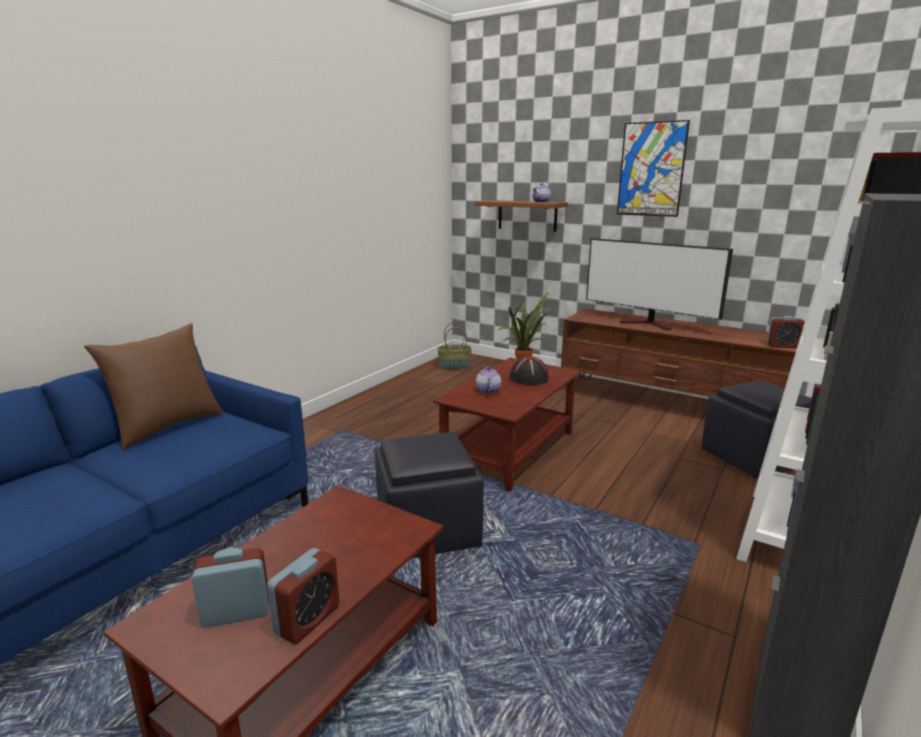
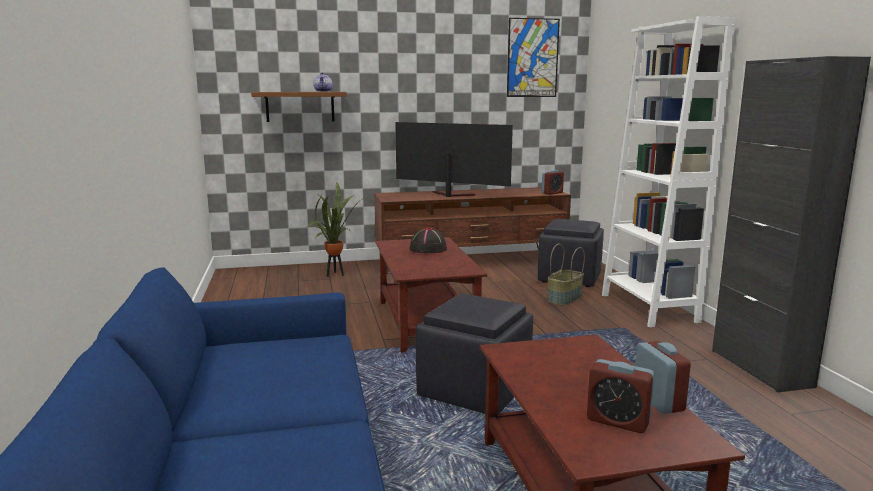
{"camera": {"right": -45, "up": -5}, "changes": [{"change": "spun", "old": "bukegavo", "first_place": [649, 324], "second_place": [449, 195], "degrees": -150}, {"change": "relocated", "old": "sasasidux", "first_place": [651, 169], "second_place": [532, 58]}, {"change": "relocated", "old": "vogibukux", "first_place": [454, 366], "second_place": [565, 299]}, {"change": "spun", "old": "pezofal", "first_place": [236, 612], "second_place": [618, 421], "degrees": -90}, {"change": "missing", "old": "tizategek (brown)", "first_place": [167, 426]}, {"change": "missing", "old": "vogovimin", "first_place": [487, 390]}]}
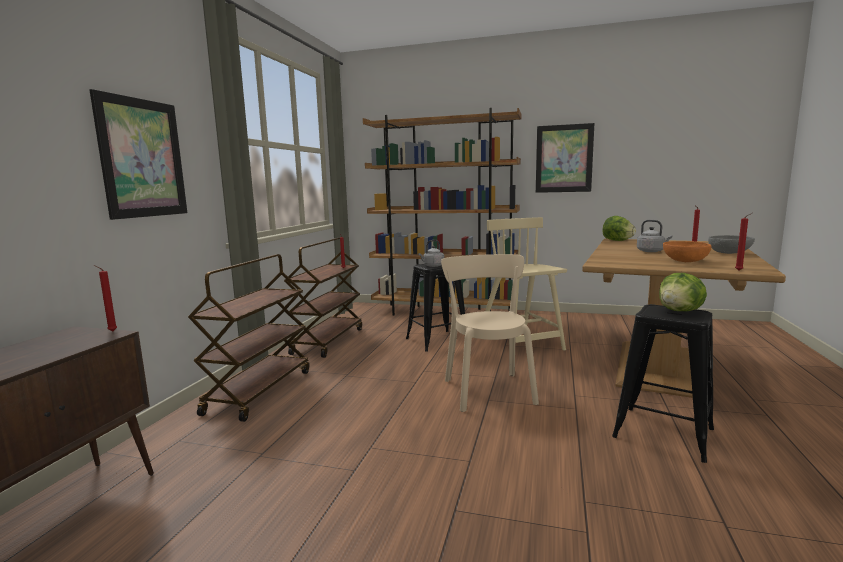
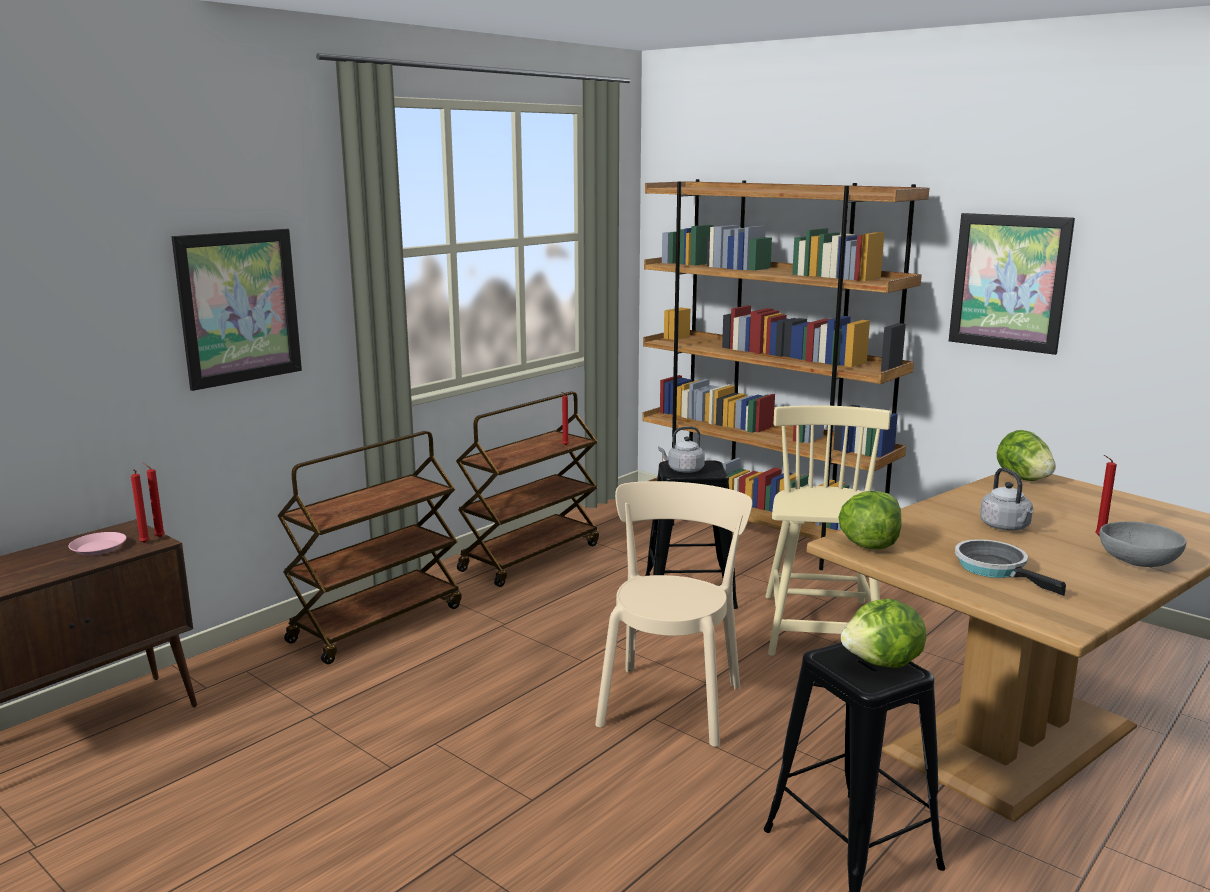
{"camera": {"right": 25, "up": 5}, "changes": [{"change": "appeared", "new": "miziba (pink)", "second_place": [98, 548]}, {"change": "relocated", "old": "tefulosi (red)", "first_place": [740, 270], "second_place": [144, 543]}, {"change": "appeared", "new": "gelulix", "second_place": [868, 545]}, {"change": "exchanged", "old": "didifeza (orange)", "new": "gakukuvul", "first_place": [684, 261], "second_place": [995, 569]}]}
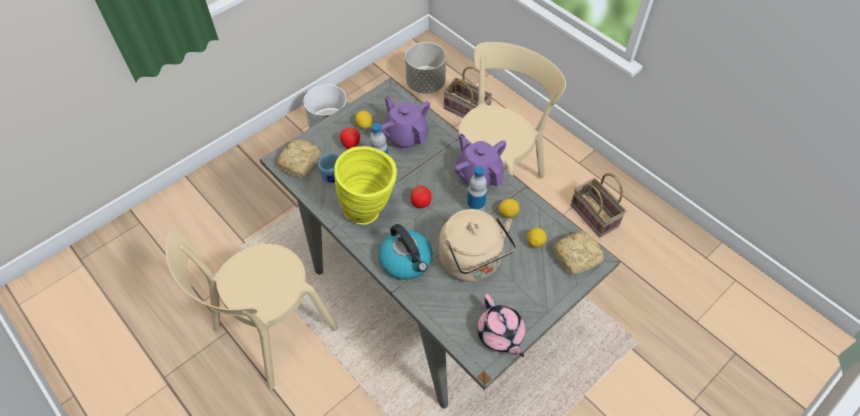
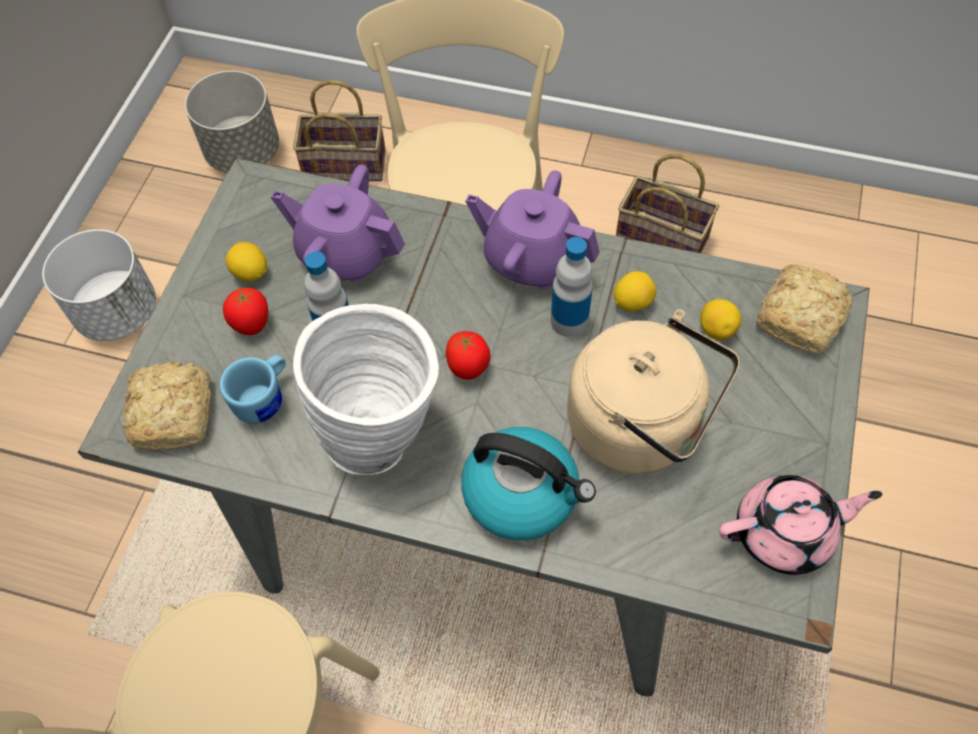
{"camera": {"right": -30, "up": 5}, "changes": [{"change": "colour", "old": "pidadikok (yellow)", "new": "pidadikok (white)", "first_place": [370, 211], "second_place": [384, 435]}, {"change": "spun", "old": "vogovimin (pink)", "first_place": [500, 334], "second_place": [785, 533], "degrees": -45}]}
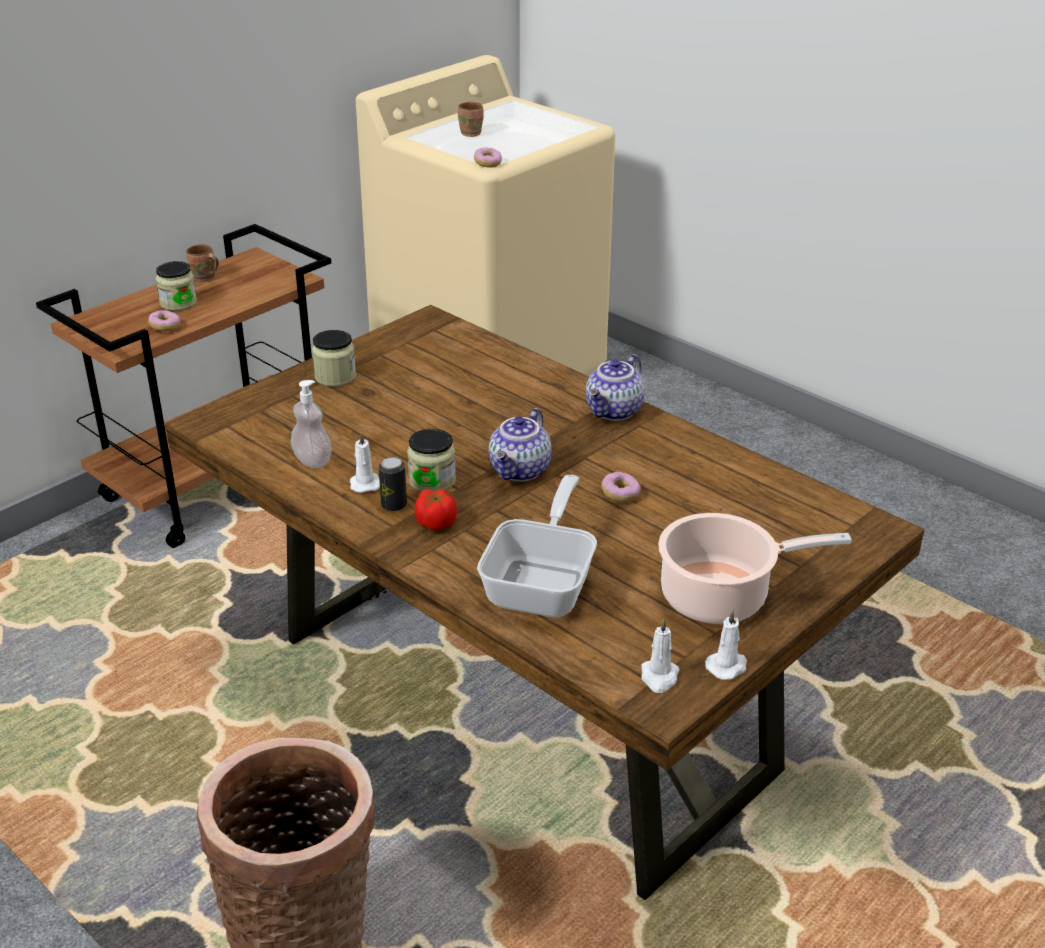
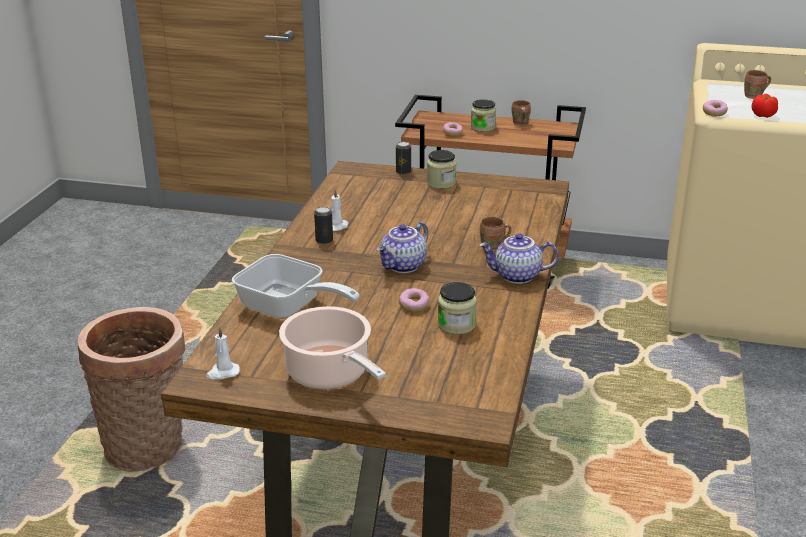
{"camera": {"right": 60, "up": -5}, "changes": [{"change": "spun", "old": "gakukuvul", "first_place": [544, 583], "second_place": [288, 308], "degrees": 45}, {"change": "spun", "old": "vogovimin", "first_place": [521, 471], "second_place": [404, 266], "degrees": -45}, {"change": "appeared", "new": "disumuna", "second_place": [403, 172]}, {"change": "relocated", "old": "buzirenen", "first_place": [432, 481], "second_place": [456, 325]}, {"change": "appeared", "new": "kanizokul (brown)", "second_place": [493, 248]}, {"change": "relocated", "old": "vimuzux", "first_place": [436, 523], "second_place": [763, 115]}, {"change": "missing", "old": "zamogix", "first_place": [312, 460]}, {"change": "missing", "old": "tefulosi (white)", "first_place": [727, 666]}]}
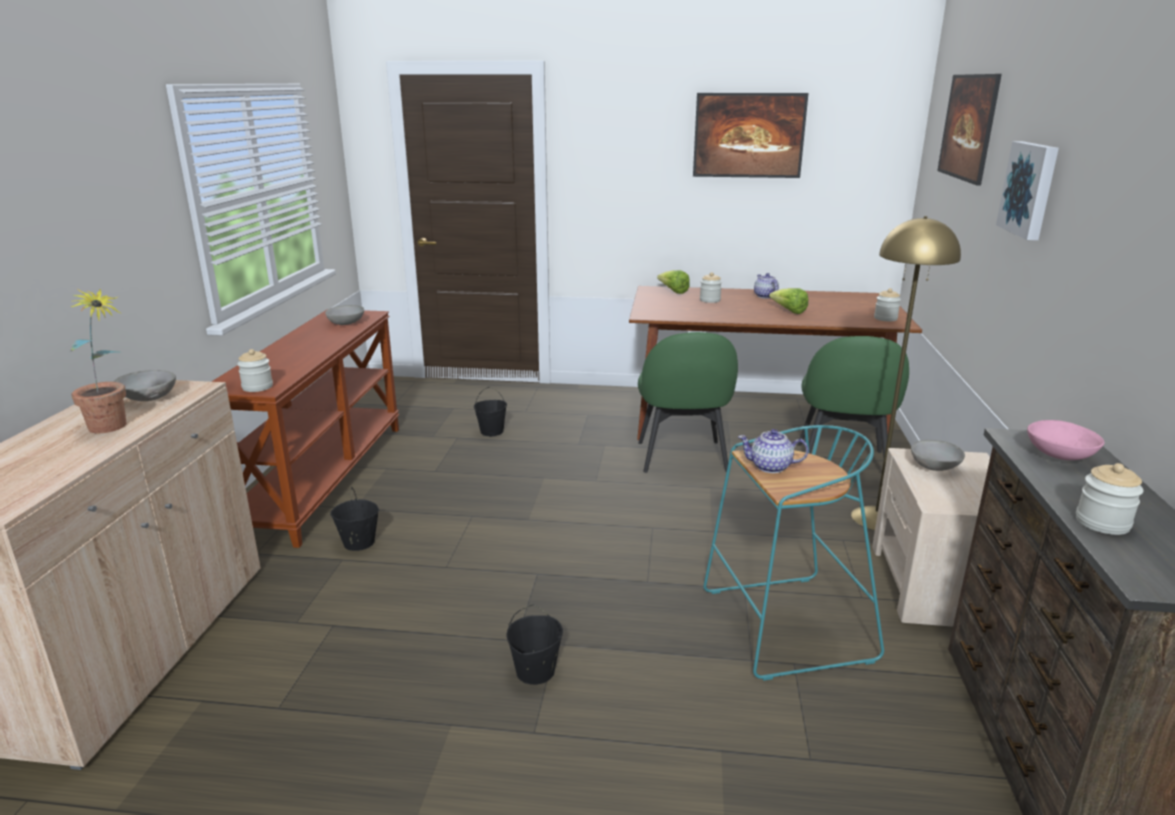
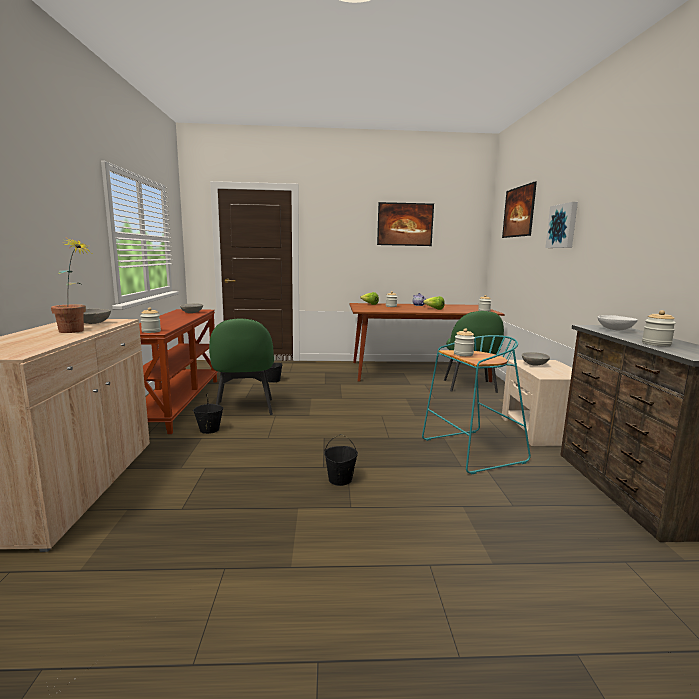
{"camera": {"right": -10, "up": -10}, "changes": [{"change": "relocated", "old": "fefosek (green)", "first_place": [682, 458], "second_place": [244, 409]}, {"change": "exchanged", "old": "vogovimin", "new": "buzirenen", "first_place": [771, 467], "second_place": [463, 354]}, {"change": "colour", "old": "didifeza (pink)", "new": "didifeza (white)", "first_place": [1058, 455], "second_place": [614, 330]}, {"change": "missing", "old": "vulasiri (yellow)", "first_place": [876, 518]}]}
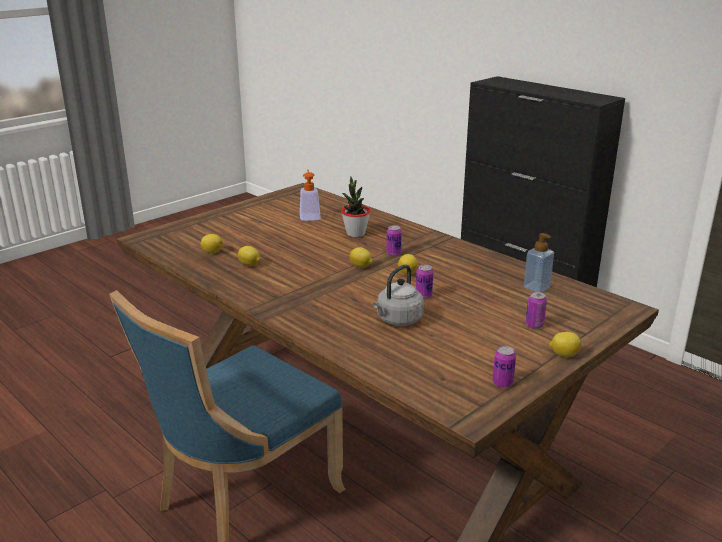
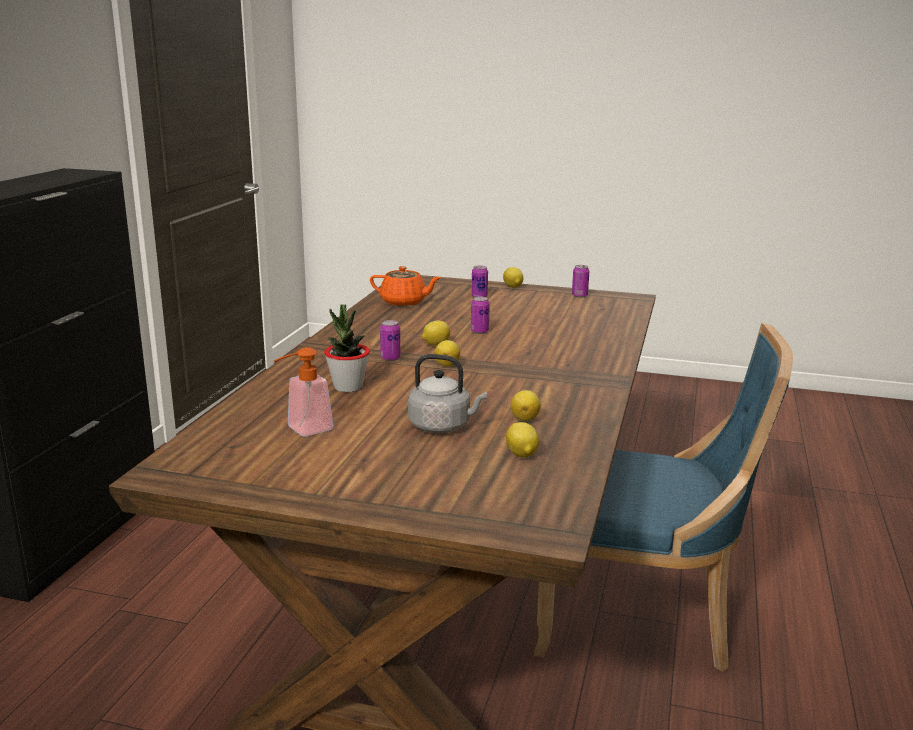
{"camera": {"right": -120, "up": -5}, "changes": [{"change": "exchanged", "old": "zamogix", "new": "vogovimin (orange)", "first_place": [536, 287], "second_place": [404, 302]}, {"change": "relocated", "old": "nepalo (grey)", "first_place": [398, 320], "second_place": [443, 426]}]}
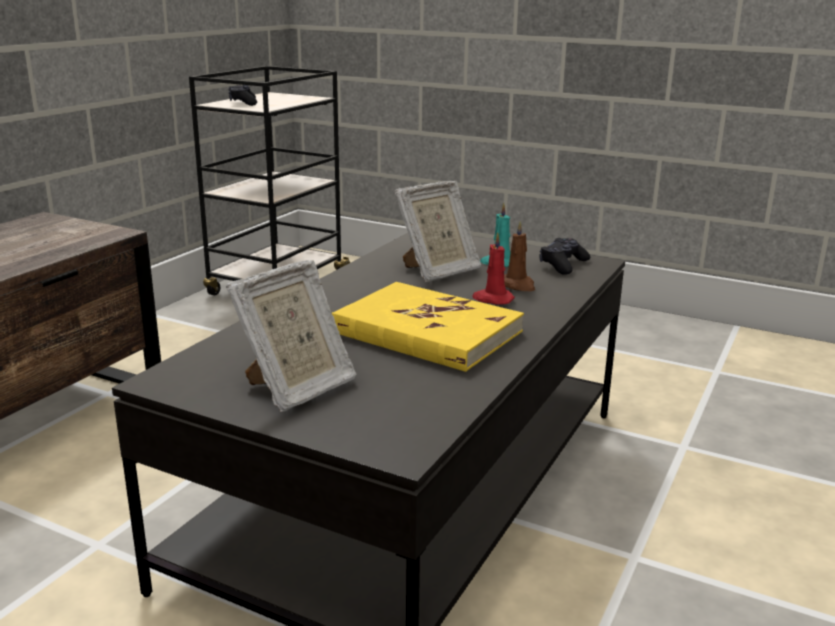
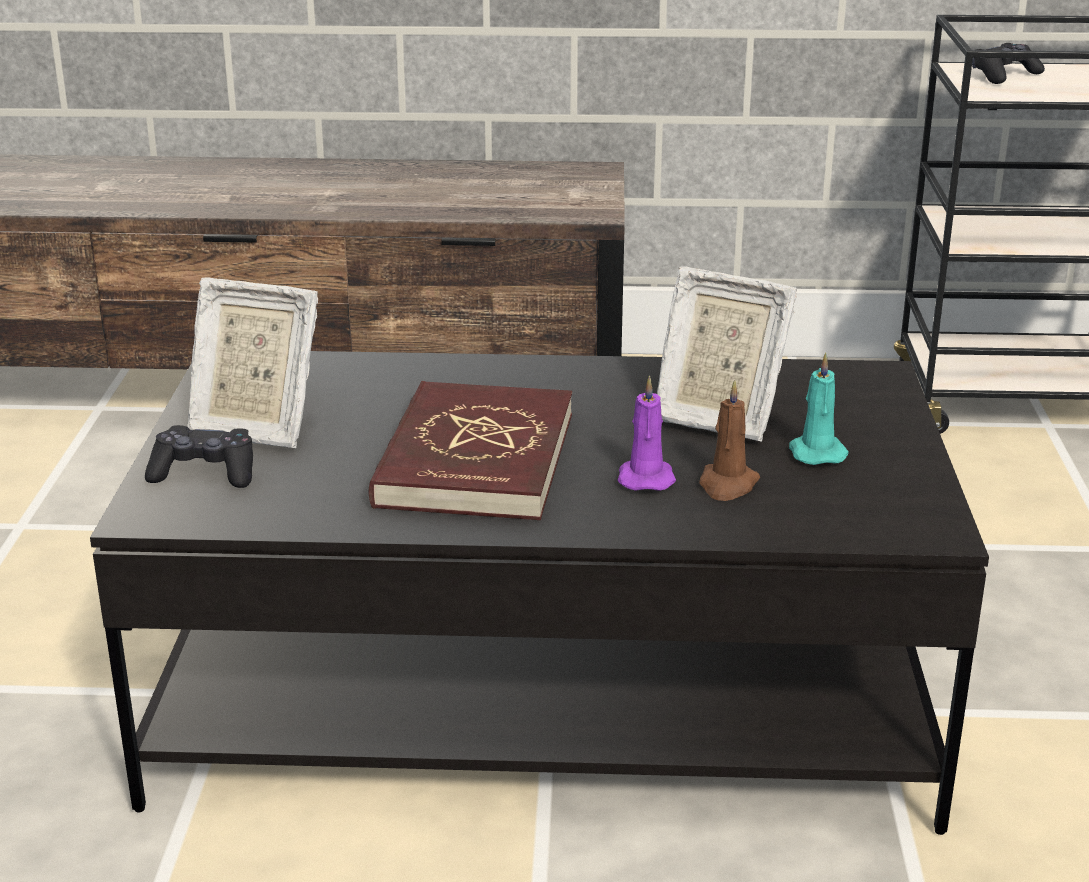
{"camera": {"right": 65, "up": 5}, "changes": [{"change": "relocated", "old": "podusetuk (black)", "first_place": [563, 265], "second_place": [205, 473]}, {"change": "colour", "old": "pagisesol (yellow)", "new": "pagisesol (red)", "first_place": [426, 332], "second_place": [475, 459]}, {"change": "colour", "old": "tefulosi (red)", "new": "tefulosi (purple)", "first_place": [492, 299], "second_place": [645, 477]}]}
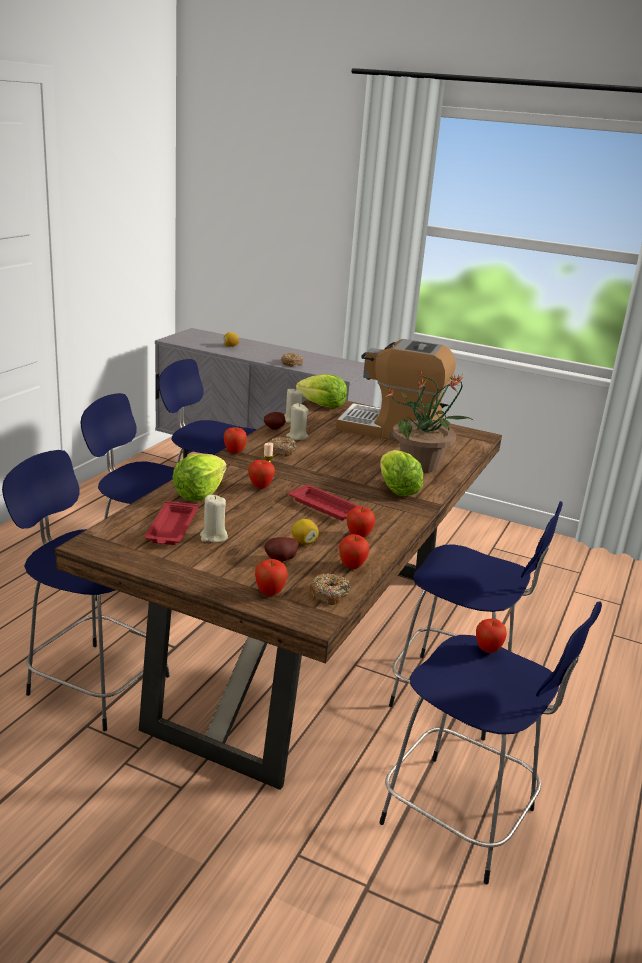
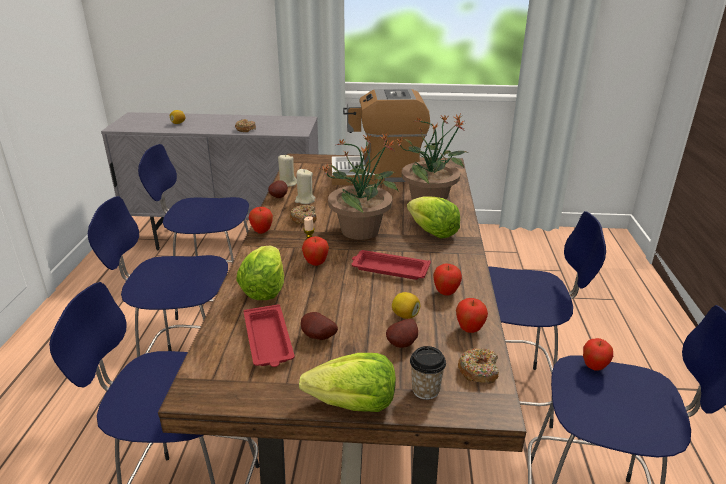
{"camera": {"right": -20, "up": 5}, "changes": [{"change": "relocated", "old": "gelulix", "first_place": [322, 405], "second_place": [353, 404]}, {"change": "exchanged", "old": "tefulosi (beige)", "new": "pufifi", "first_place": [213, 537], "second_place": [317, 337]}, {"change": "appeared", "new": "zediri", "second_place": [361, 230]}, {"change": "exchanged", "old": "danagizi", "new": "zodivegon", "first_place": [270, 593], "second_place": [425, 390]}]}
